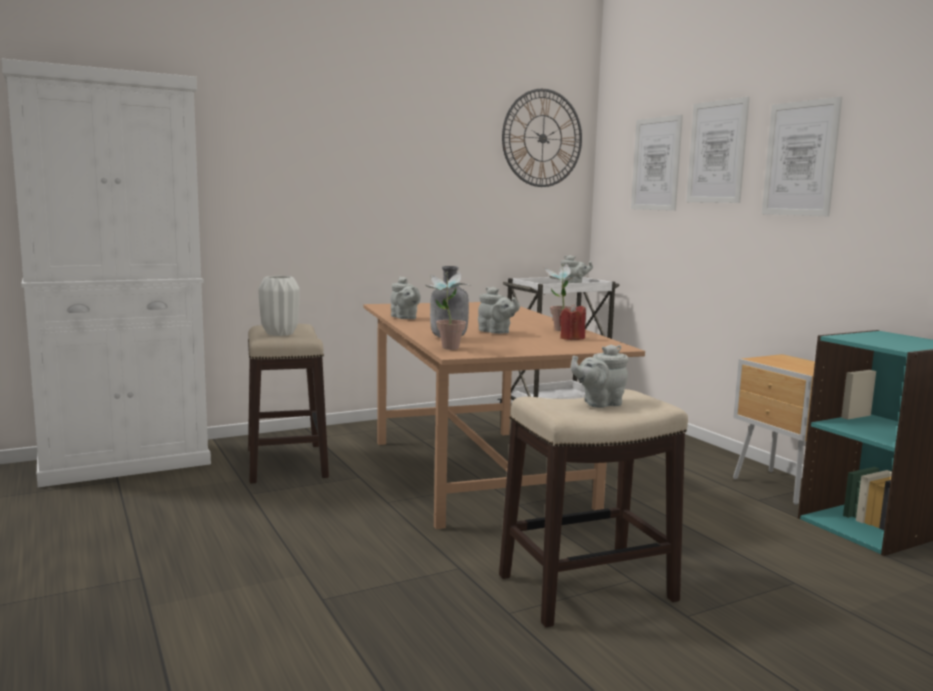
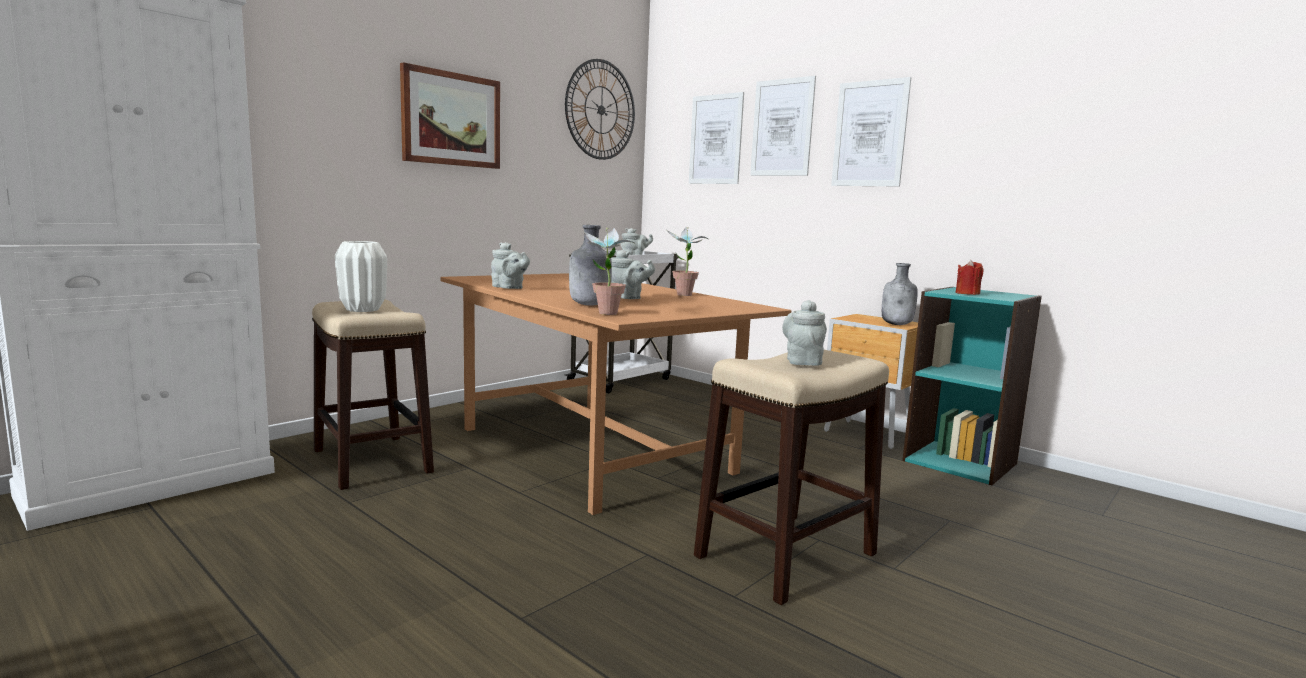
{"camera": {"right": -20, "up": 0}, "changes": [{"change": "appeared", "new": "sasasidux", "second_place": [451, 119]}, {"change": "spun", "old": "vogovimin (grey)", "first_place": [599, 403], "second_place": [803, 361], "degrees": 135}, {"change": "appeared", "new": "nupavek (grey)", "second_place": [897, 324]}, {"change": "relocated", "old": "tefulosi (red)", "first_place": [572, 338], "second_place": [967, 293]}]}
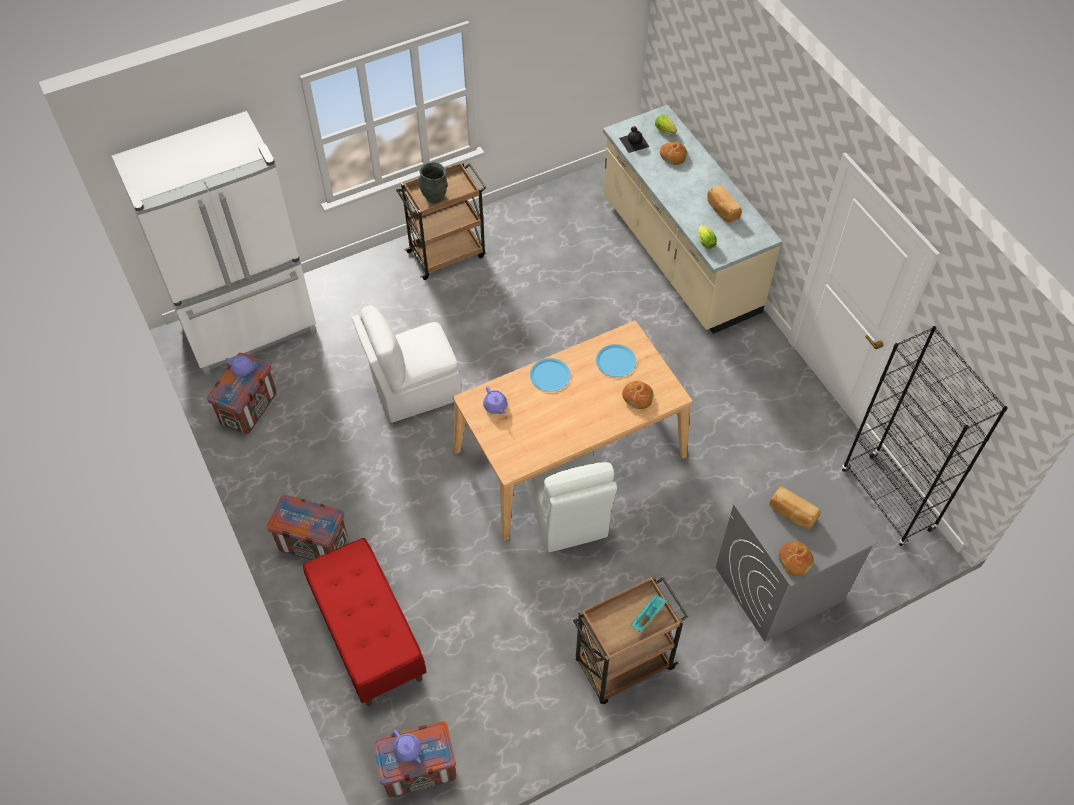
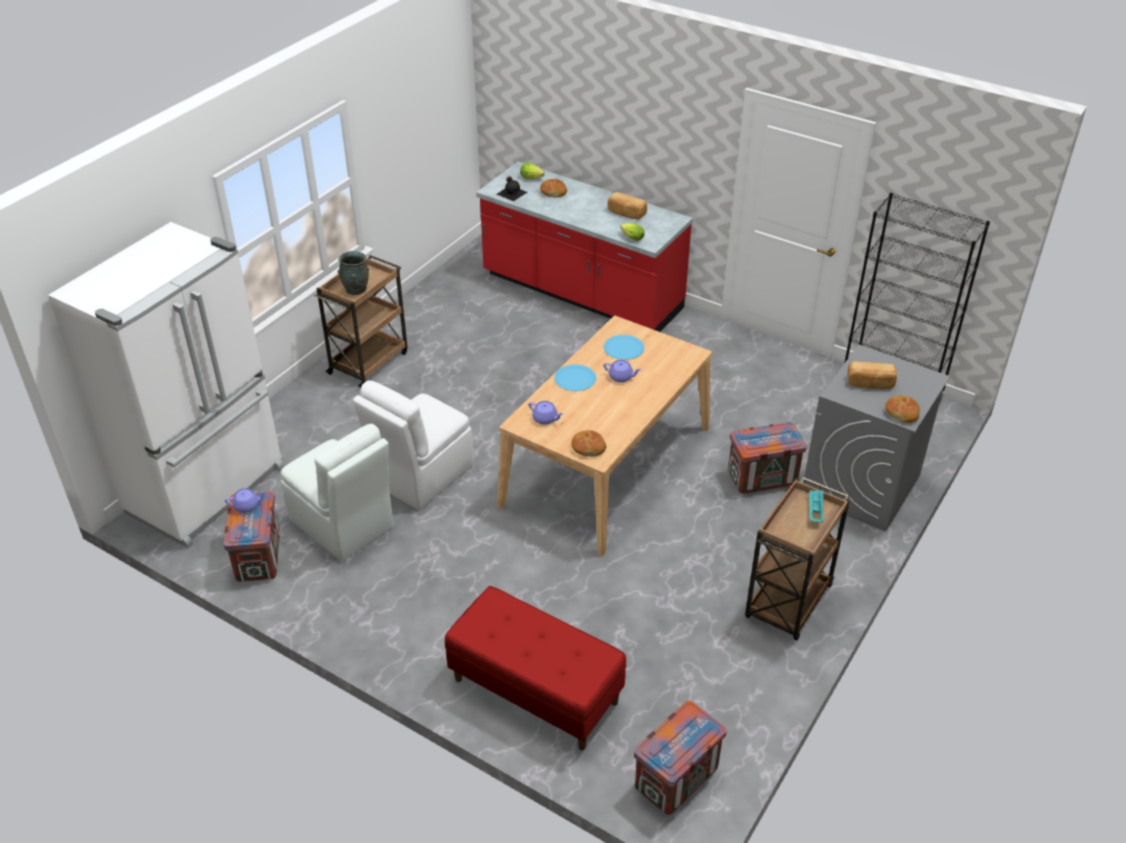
{"camera": {"right": -30, "up": -15}, "changes": [{"change": "relocated", "old": "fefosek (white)", "first_place": [566, 513], "second_place": [342, 524]}, {"change": "colour", "old": "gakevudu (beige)", "new": "gakevudu (red)", "first_place": [678, 256], "second_place": [581, 293]}, {"change": "relocated", "old": "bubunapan", "first_place": [637, 397], "second_place": [588, 447]}, {"change": "relocated", "old": "vogovimin (purple)", "first_place": [408, 750], "second_place": [621, 377]}, {"change": "relocated", "old": "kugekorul", "first_place": [313, 544], "second_place": [761, 478]}]}
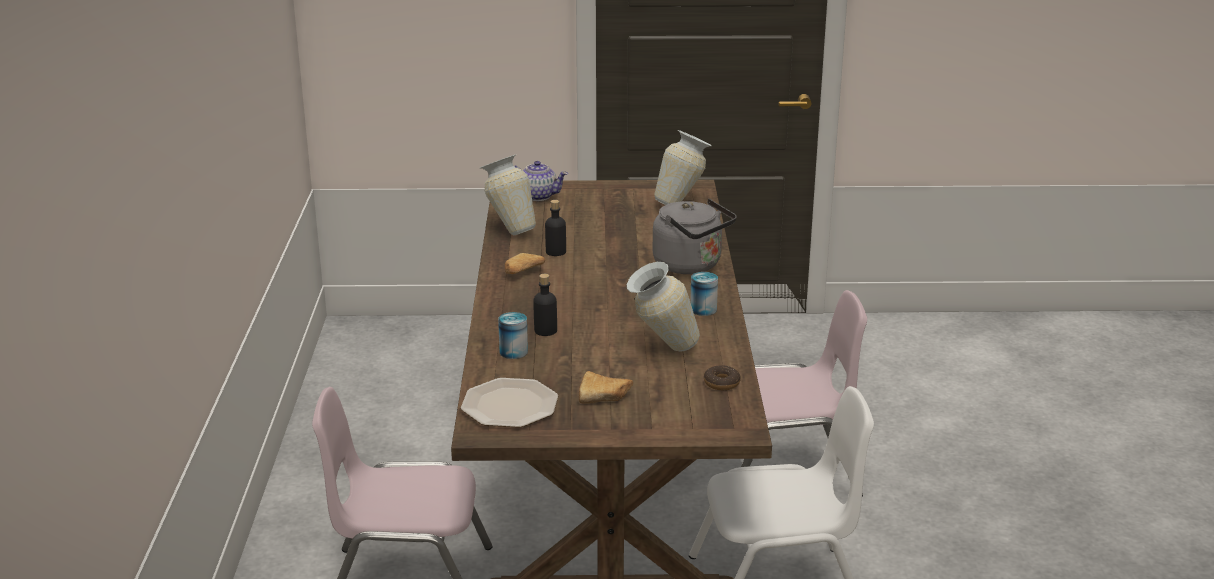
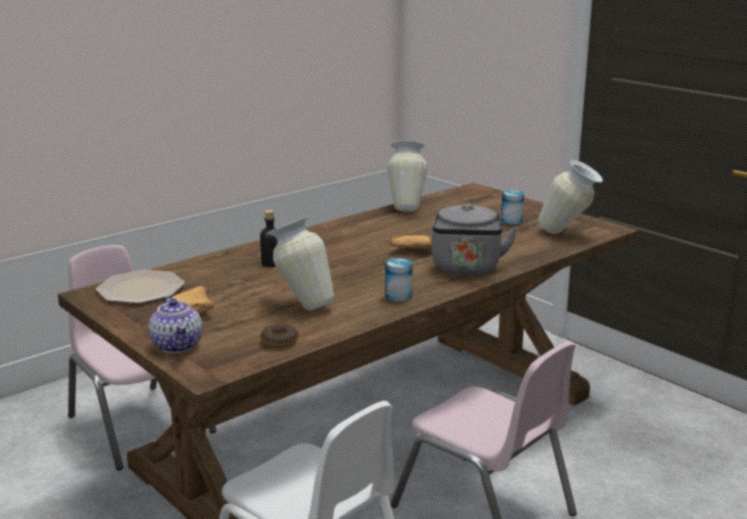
{"camera": {"right": 50, "up": -5}, "changes": [{"change": "relocated", "old": "vogovimin", "first_place": [537, 196], "second_place": [177, 345]}, {"change": "relocated", "old": "bubunapan", "first_place": [520, 273], "second_place": [410, 250]}, {"change": "relocated", "old": "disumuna", "first_place": [513, 352], "second_place": [511, 220]}, {"change": "missing", "old": "nupavek (black)", "first_place": [555, 252]}]}
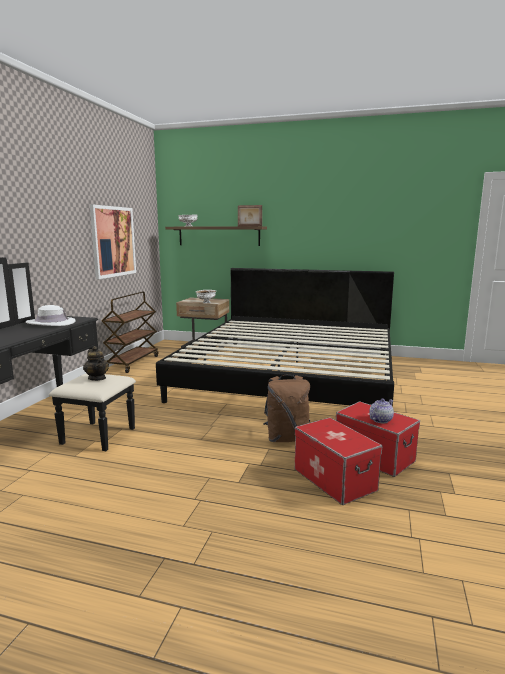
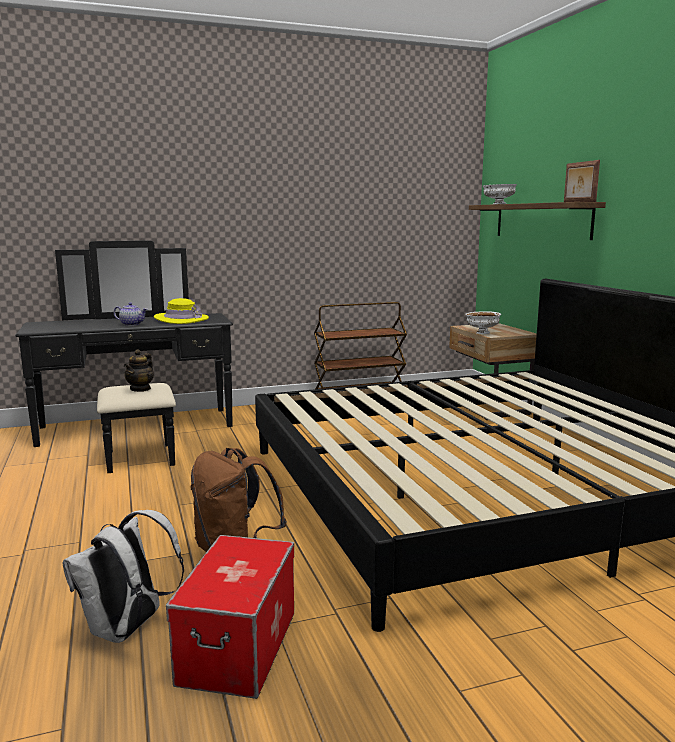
{"camera": {"right": 55, "up": 0}, "changes": [{"change": "exchanged", "old": "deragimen", "new": "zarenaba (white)", "first_place": [335, 479], "second_place": [127, 630]}, {"change": "relocated", "old": "vogovimin", "first_place": [380, 420], "second_place": [132, 324]}, {"change": "colour", "old": "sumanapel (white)", "new": "sumanapel (yellow)", "first_place": [51, 323], "second_place": [181, 319]}, {"change": "missing", "old": "sasasidux", "first_place": [113, 241]}]}
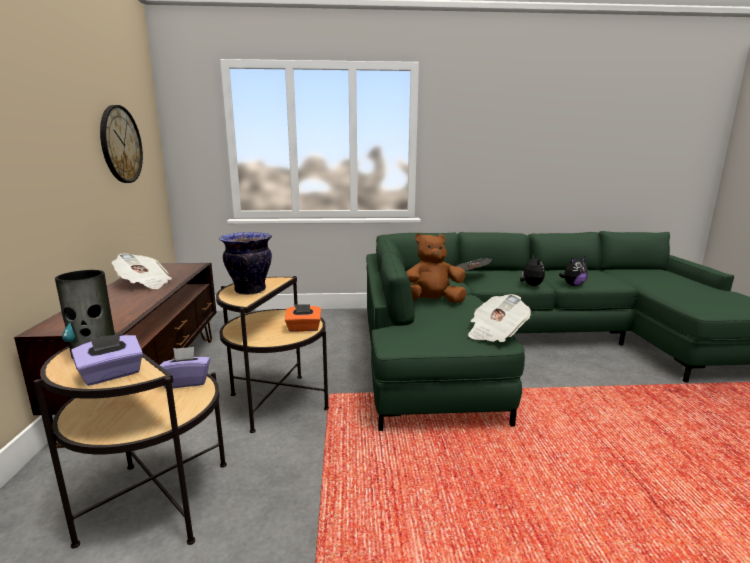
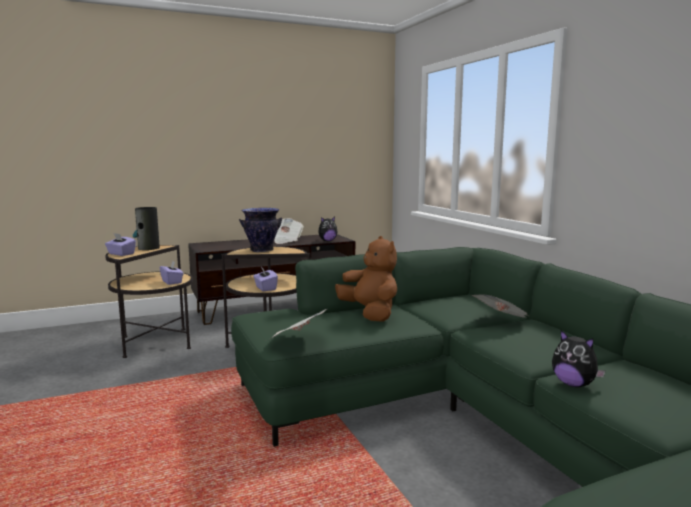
{"camera": {"right": 70, "up": -5}, "changes": [{"change": "colour", "old": "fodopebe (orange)", "new": "fodopebe (purple)", "first_place": [303, 328], "second_place": [265, 288]}, {"change": "relocated", "old": "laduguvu", "first_place": [531, 285], "second_place": [327, 241]}, {"change": "missing", "old": "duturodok", "first_place": [121, 144]}]}
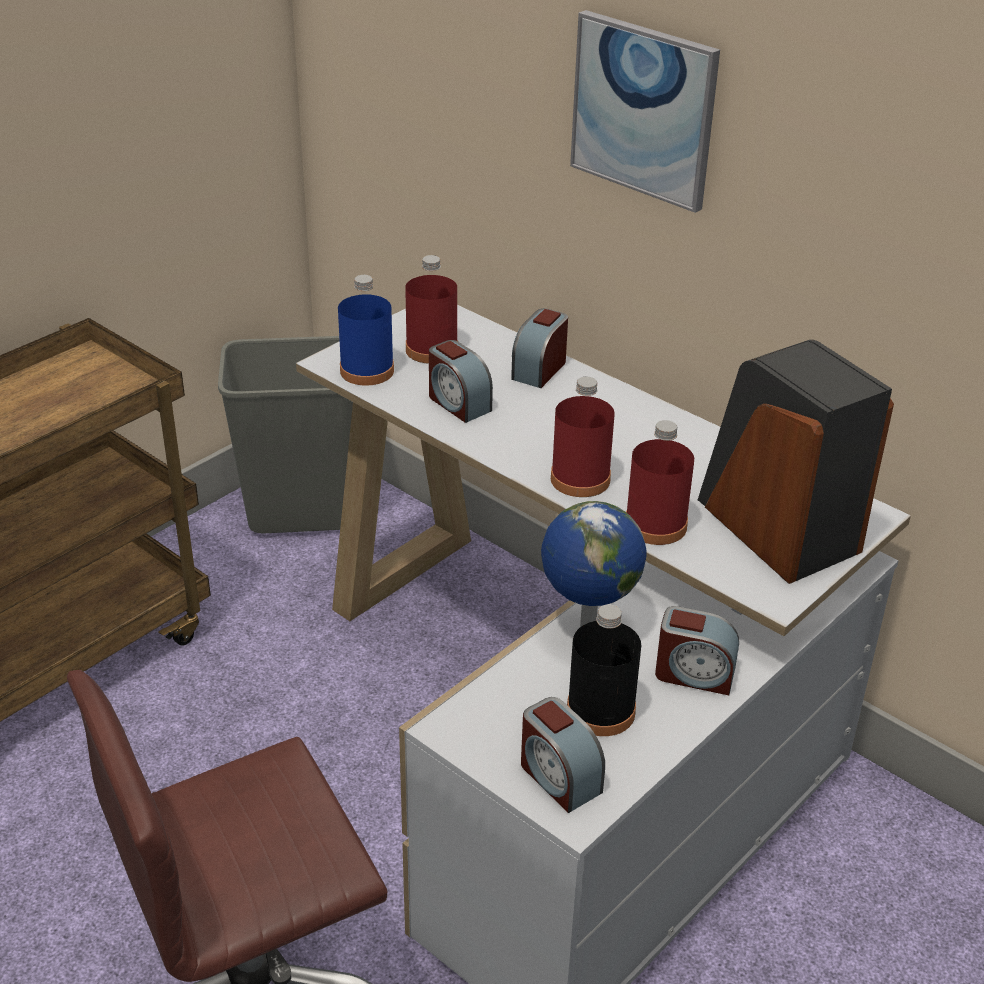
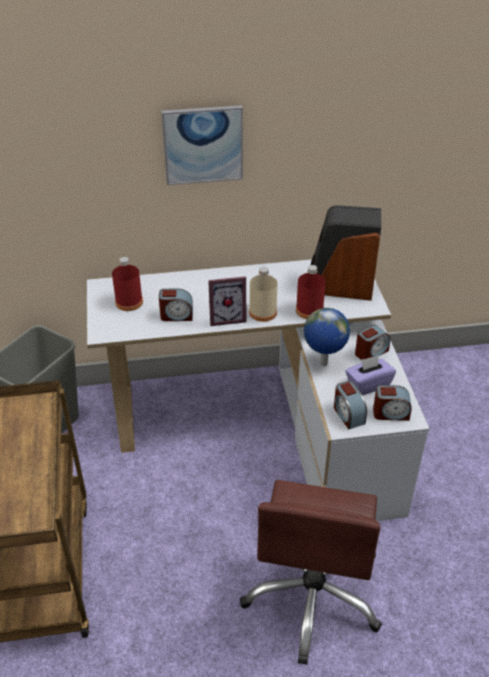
{"camera": {"right": -50, "up": 5}, "changes": [{"change": "appeared", "new": "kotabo", "second_place": [227, 317]}, {"change": "colour", "old": "nupavek (red)", "new": "nupavek (beige)", "first_place": [580, 479], "second_place": [263, 312]}, {"change": "relocated", "old": "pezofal", "first_place": [539, 369], "second_place": [348, 415]}, {"change": "exchanged", "old": "nupavek (black)", "new": "fodopebe (purple)", "first_place": [600, 711], "second_place": [368, 384]}, {"change": "missing", "old": "nupavek (blue)", "first_place": [367, 371]}]}
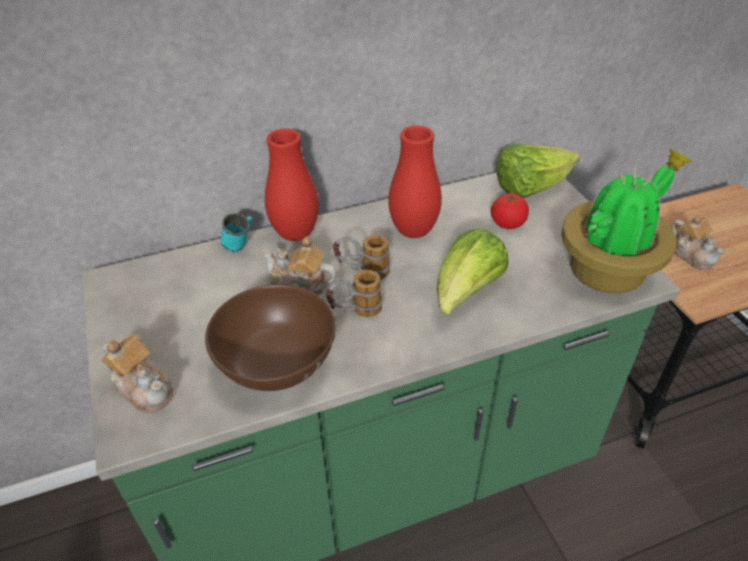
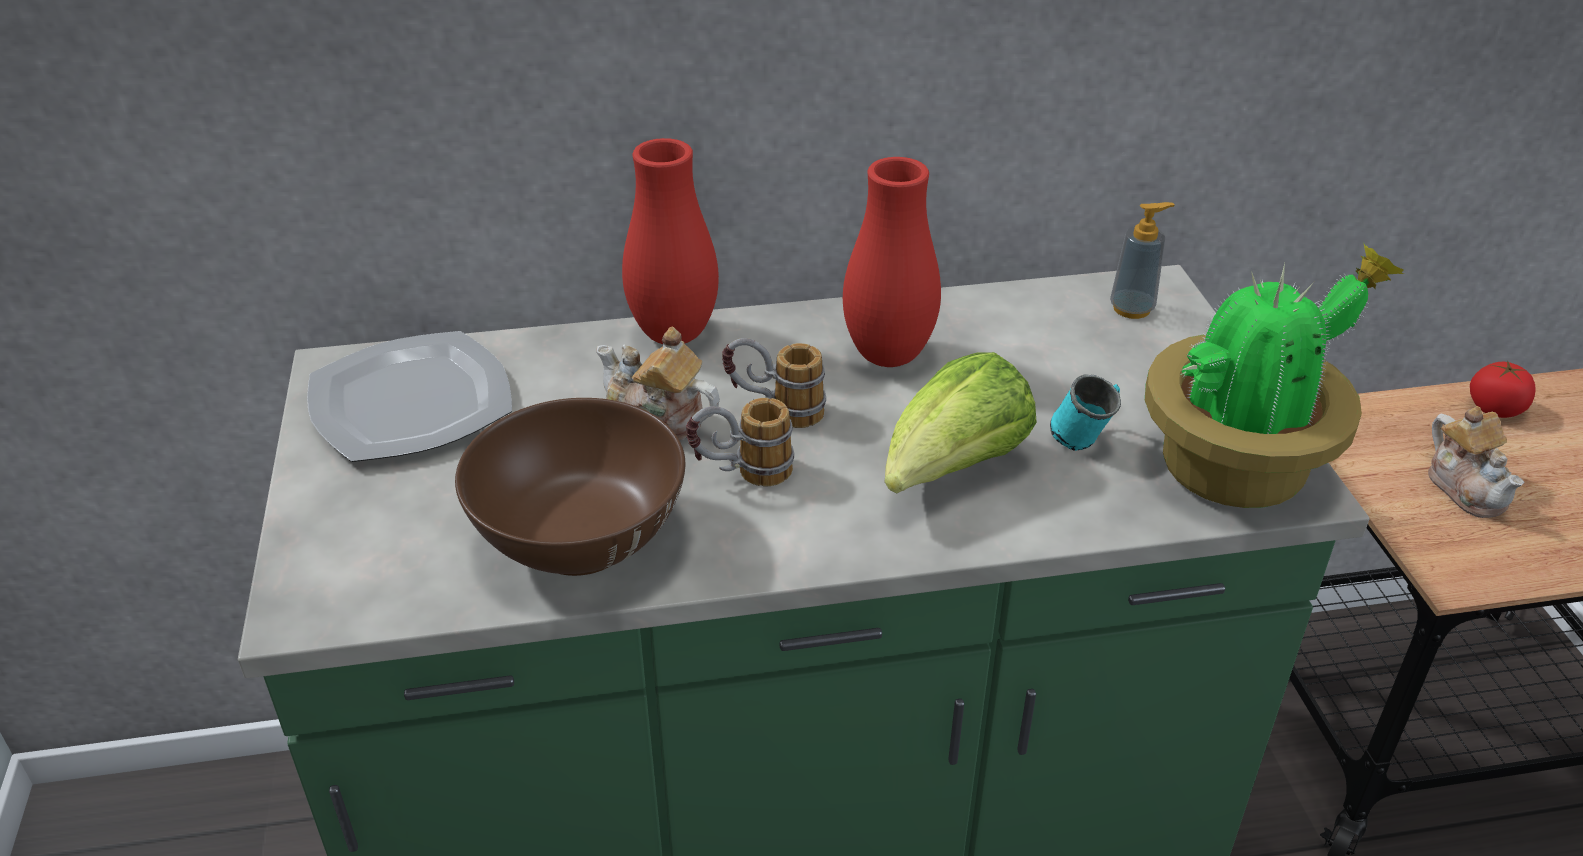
{"camera": {"right": 10, "up": -5}, "changes": [{"change": "appeared", "new": "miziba", "second_place": [410, 404]}, {"change": "relocated", "old": "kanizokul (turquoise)", "first_place": [241, 245], "second_place": [1085, 439]}, {"change": "exchanged", "old": "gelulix", "new": "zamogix", "first_place": [530, 188], "second_place": [1132, 308]}, {"change": "relocated", "old": "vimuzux", "first_place": [508, 223], "second_place": [1495, 408]}, {"change": "missing", "old": "vogovimin", "first_place": [144, 388]}]}
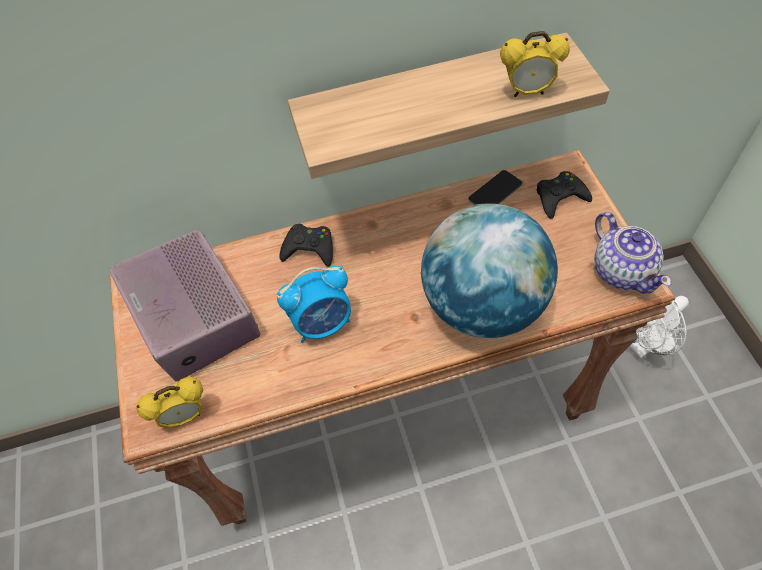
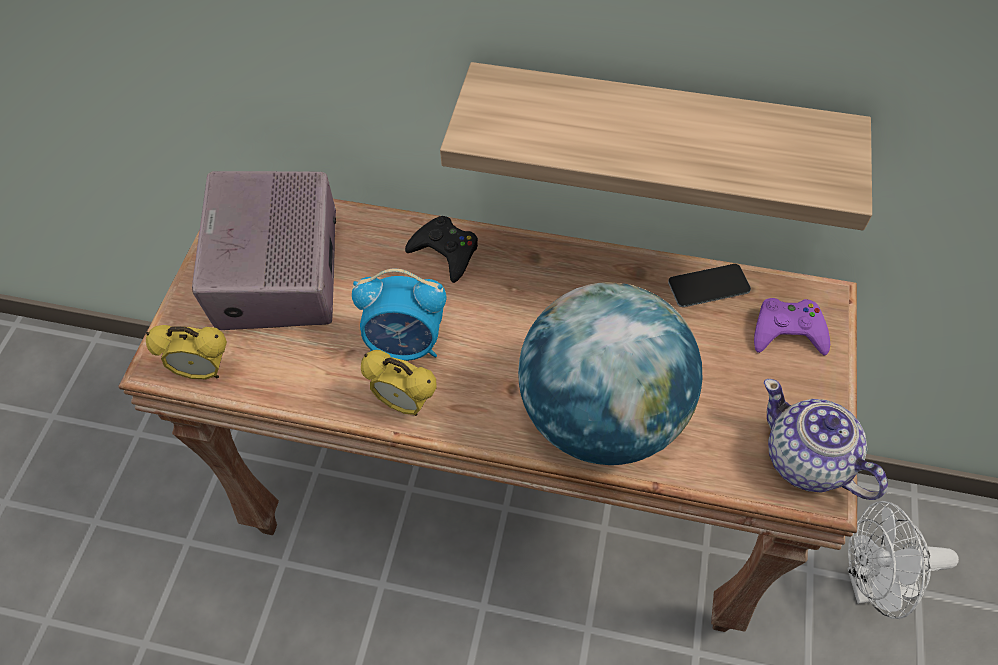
{"camera": {"right": 25, "up": 0}, "changes": [{"change": "relocated", "old": "pezofal", "first_place": [527, 92], "second_place": [404, 403]}, {"change": "colour", "old": "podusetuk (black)", "new": "podusetuk (purple)", "first_place": [560, 197], "second_place": [787, 331]}, {"change": "spun", "old": "vogovimin", "first_place": [622, 270], "second_place": [806, 461], "degrees": 135}]}
